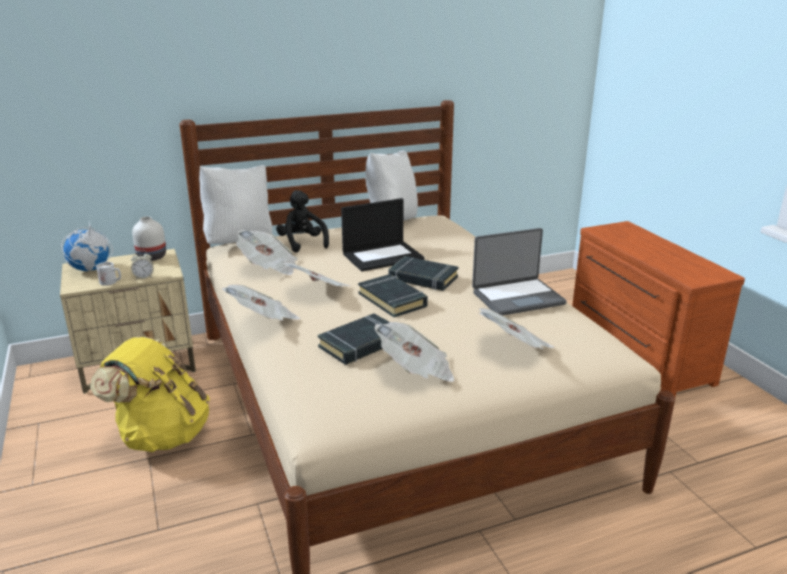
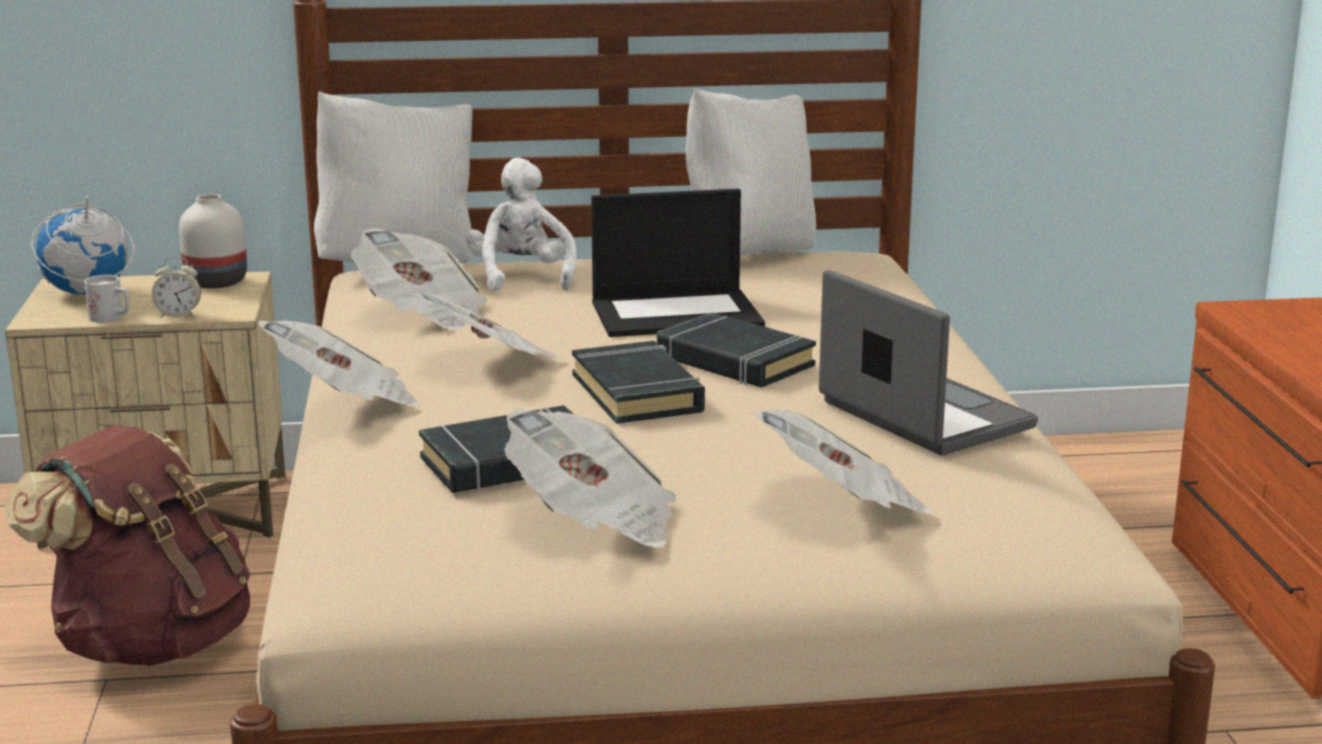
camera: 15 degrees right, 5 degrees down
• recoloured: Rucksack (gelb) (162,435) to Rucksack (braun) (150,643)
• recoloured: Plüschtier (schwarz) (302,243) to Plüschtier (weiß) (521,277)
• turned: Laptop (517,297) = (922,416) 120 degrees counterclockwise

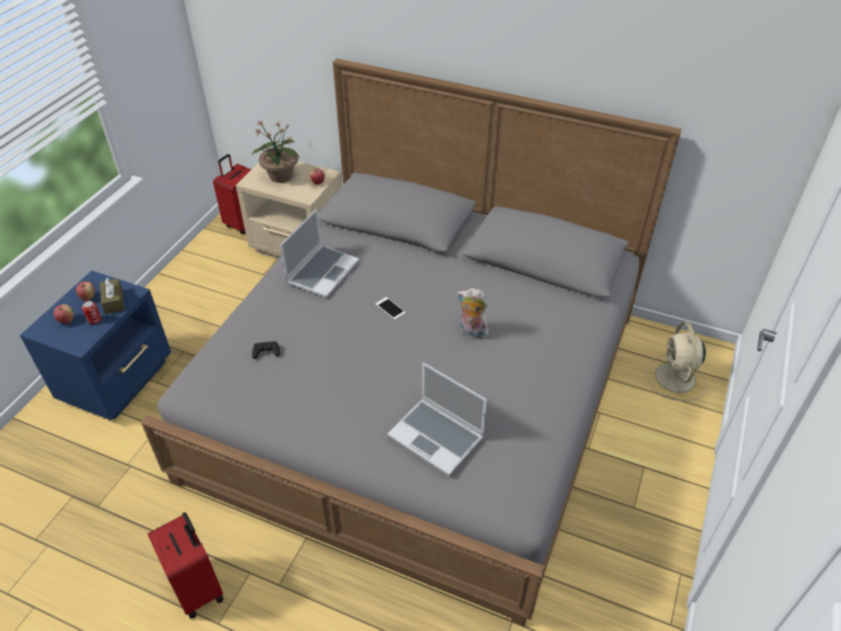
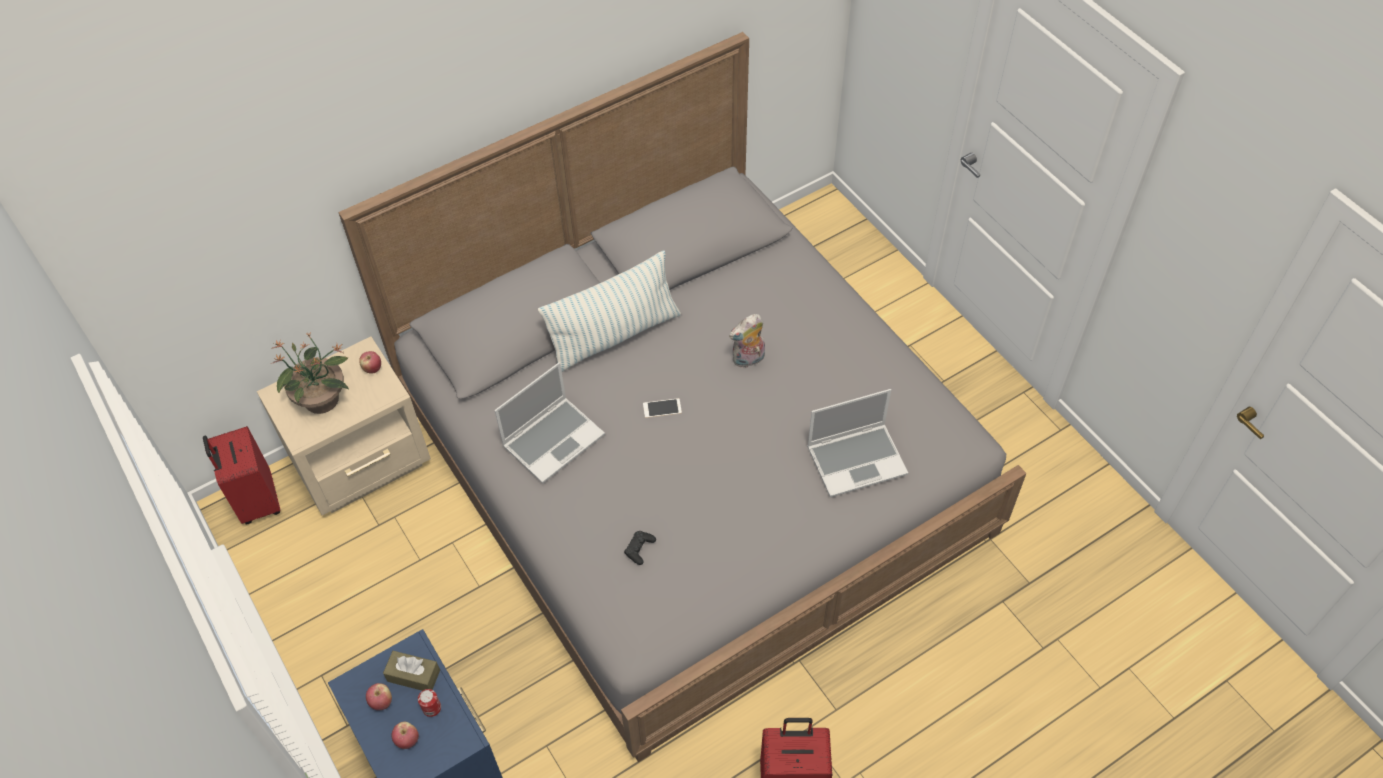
camera: 55 degrees left, 10 degrees up
• turned: Laptop (322,271) = (553,439) 75 degrees clockwise
• added: Kissen (614,336)
• removed: Ventilator (beige) (675,379)

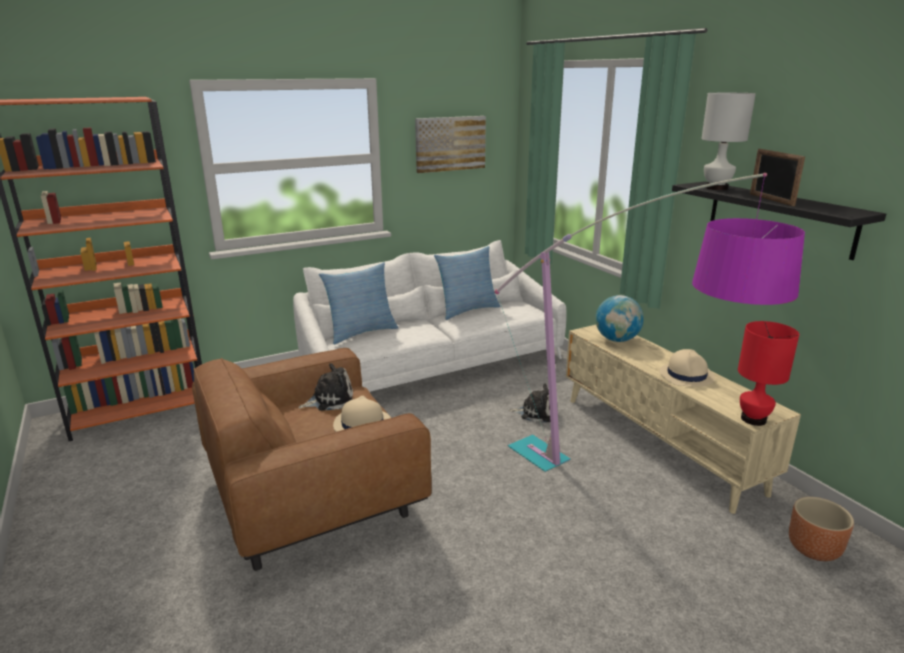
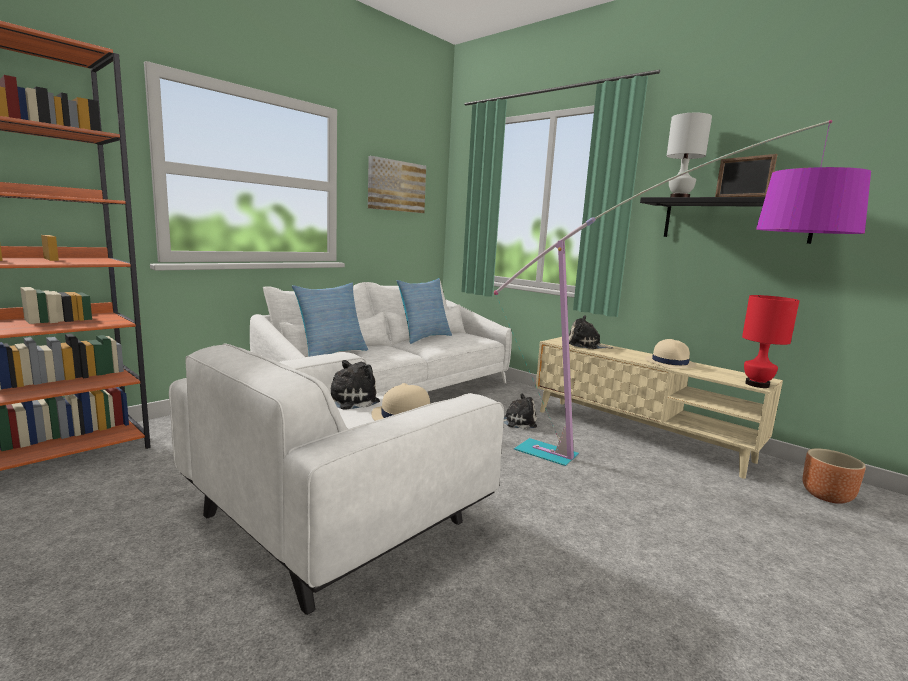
camera: 20 degrees left, 10 degrees down
• recoloured: Sessel (braun) (312,496) to Sessel (weiß) (335,518)
• replaced: Globus (617,340) to Plüschtier (586,345)

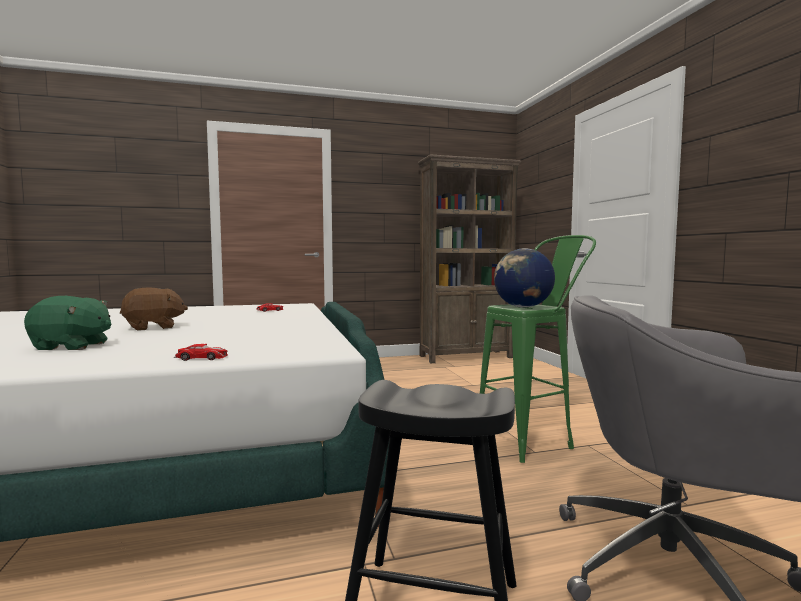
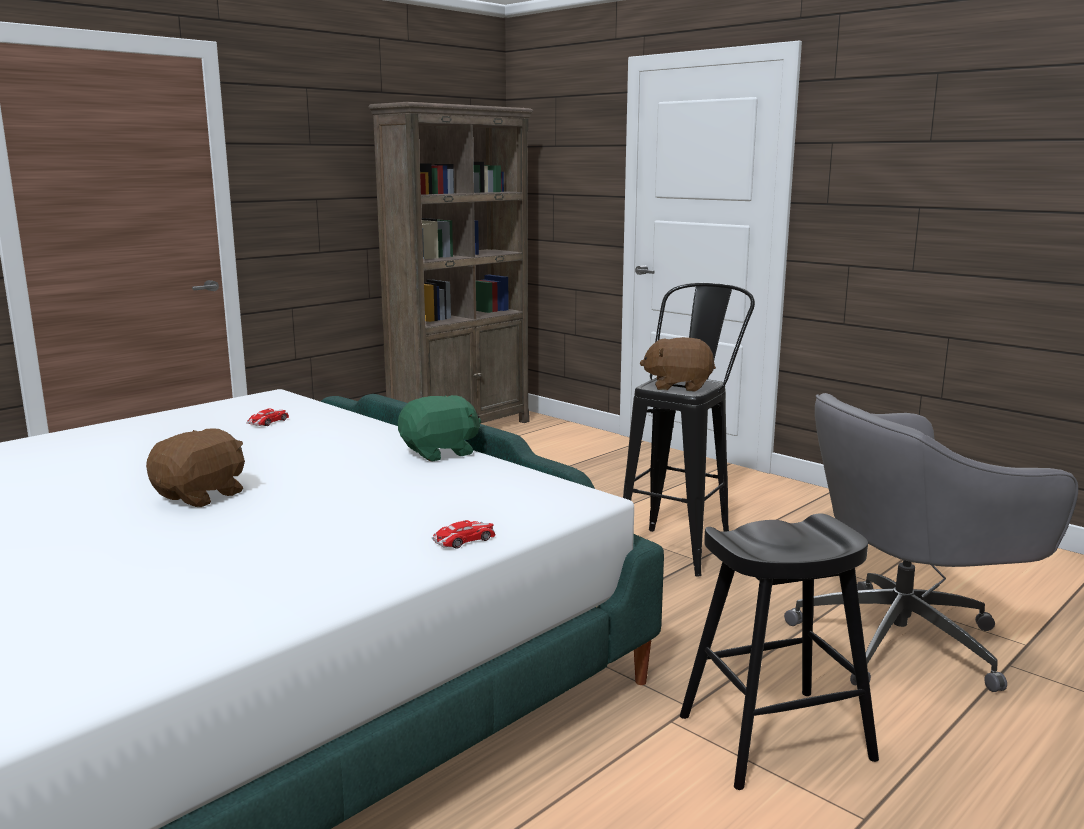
camera: 30 degrees left, 10 degrees up
• moved: Plüschtier (grün) (72,346) to (440,452)
• recoloured: Hocker (grün) (533,440) to Hocker (schwarz) (681,545)
• replaced: Globus (522,307) to Plüschtier (braun) (678,386)

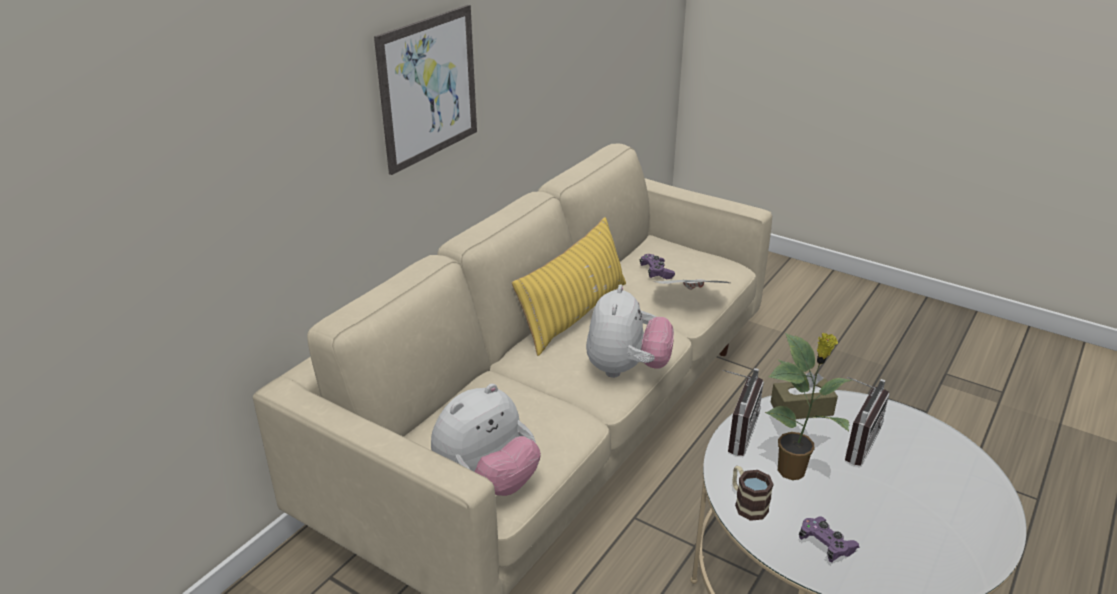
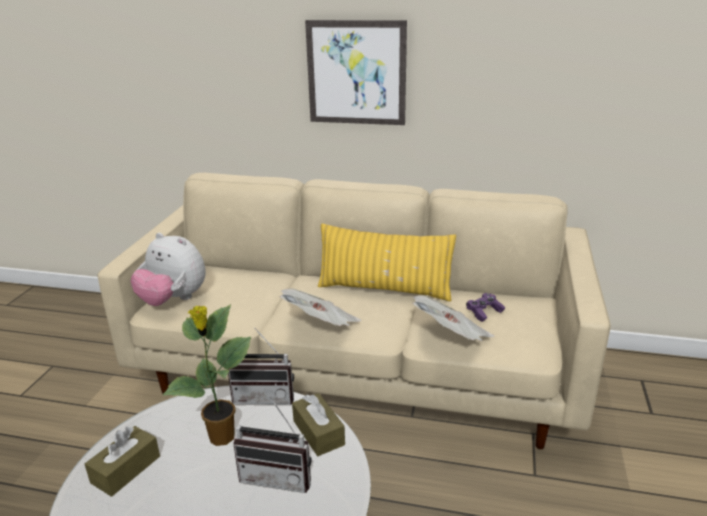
camera: 70 degrees right, 5 degrees down
• replaced: Gamepad (lila) (826,545) to Taschentuchbox (braun) (126,469)
• replaced: Plüschtier (626,369) to Zeitung (322,325)
• removed: Henkelbecher (747,503)

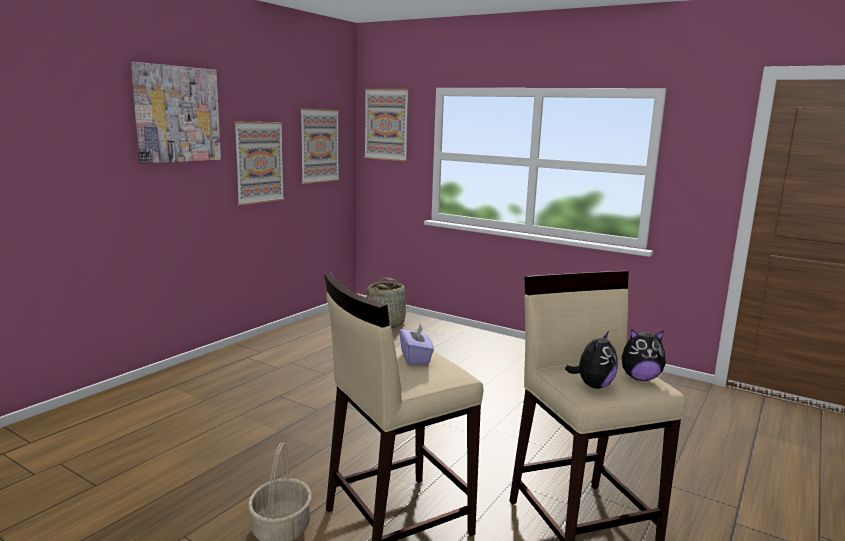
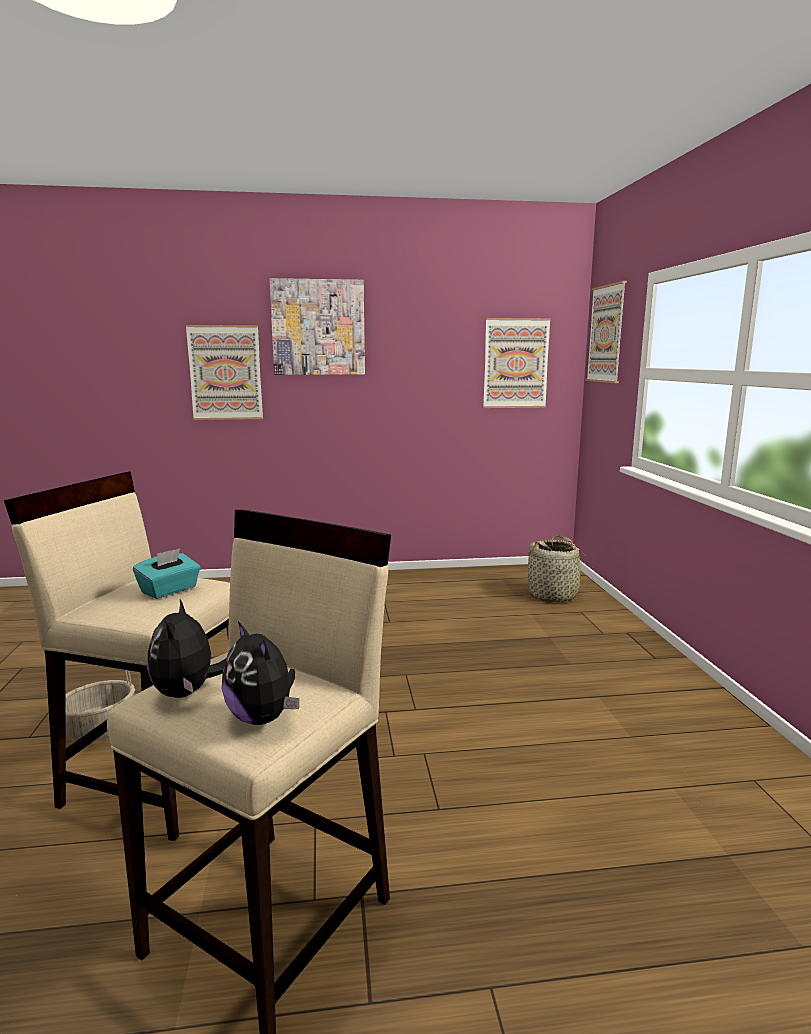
camera: 50 degrees right, 0 degrees up
• recoloured: Taschentuchbox (lila) (415,358) to Taschentuchbox (türkis) (169,590)
• turned: Plüschtier (593,385) = (188,693) 90 degrees clockwise
• moved: Bild (259,162) to (225,373)

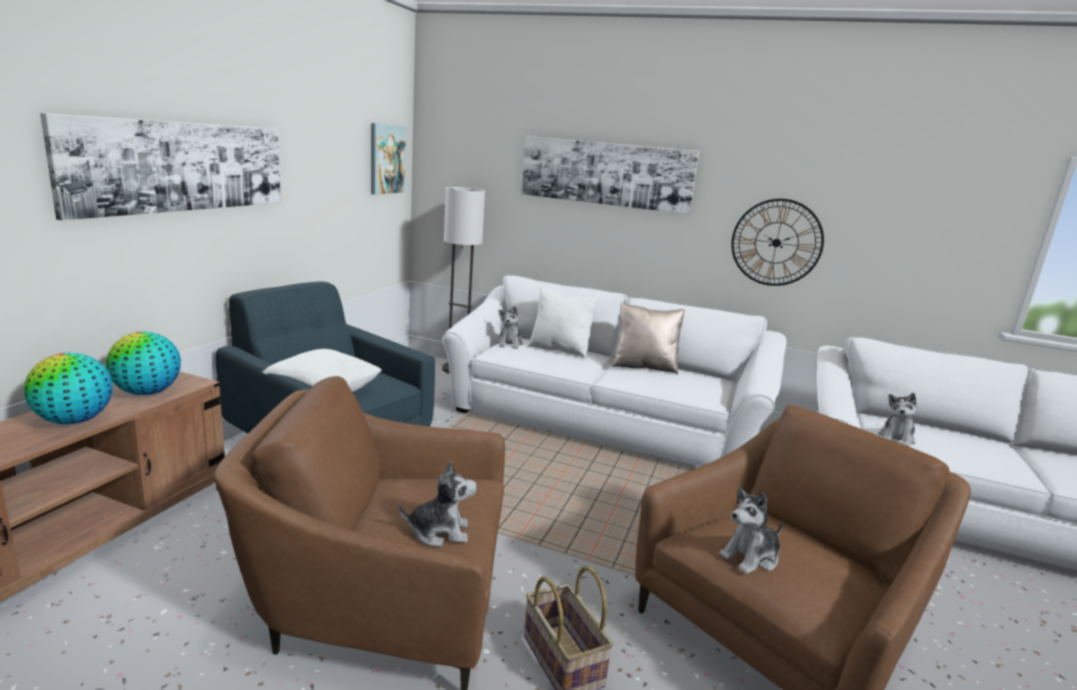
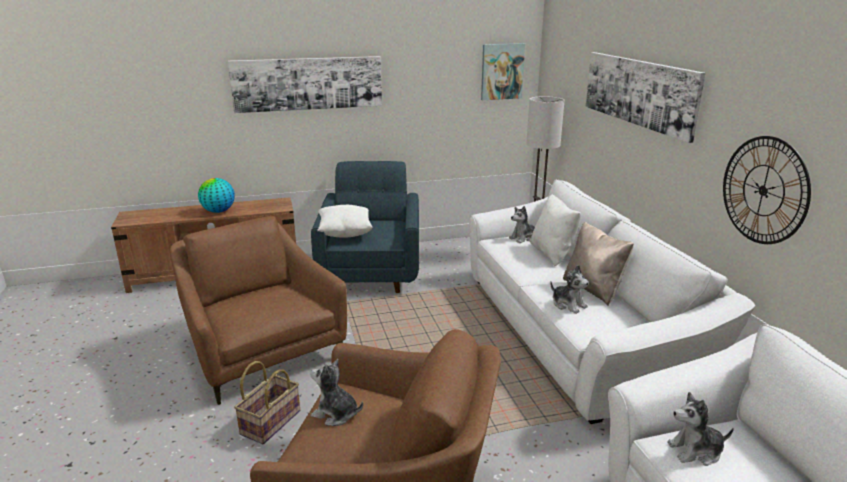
camera: 55 degrees right, 5 degrees up
• moved: Plüschtier (439,532) to (568,305)
• removed: Globus (147,392)

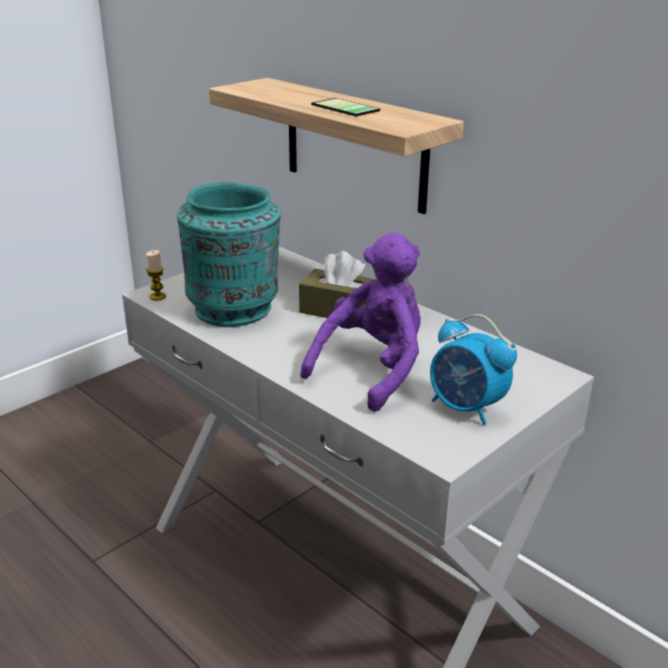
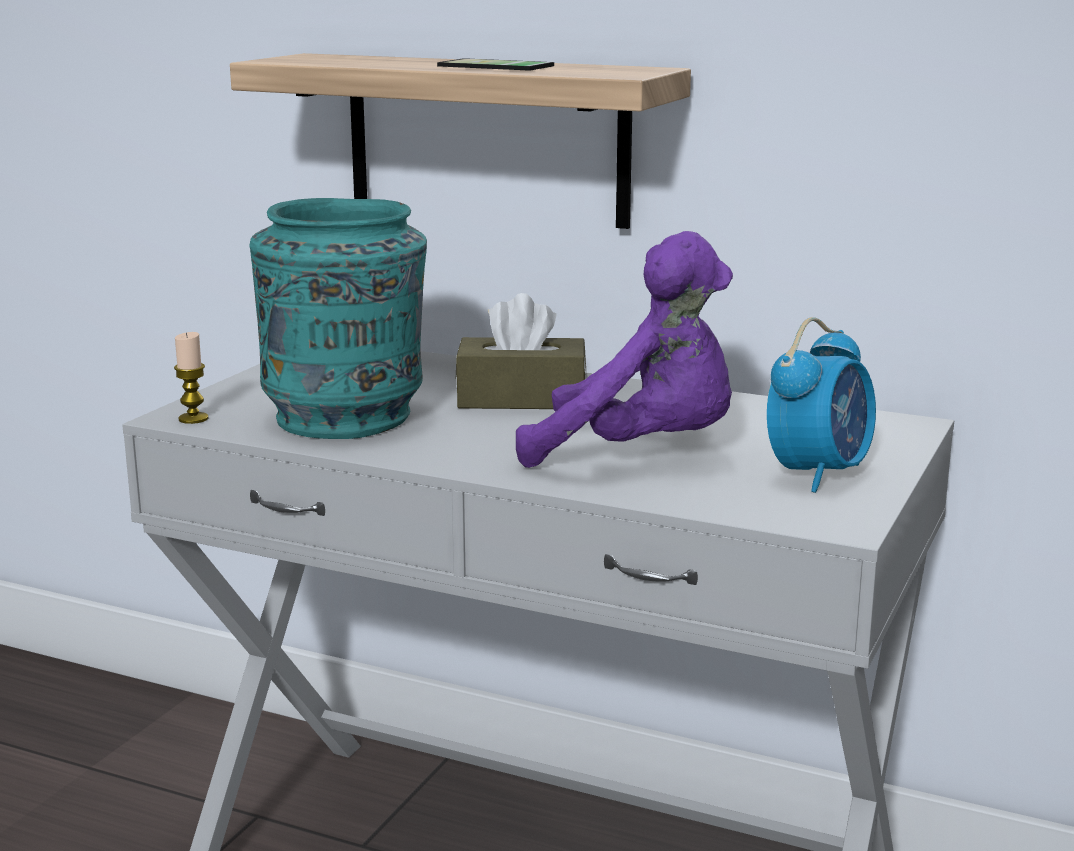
camera: 20 degrees left, 10 degrees down
• turned: Plüschtier (lila) (373,369) = (641,453) 90 degrees clockwise
• turned: Wecker (466,408) = (819,474) 75 degrees counterclockwise

